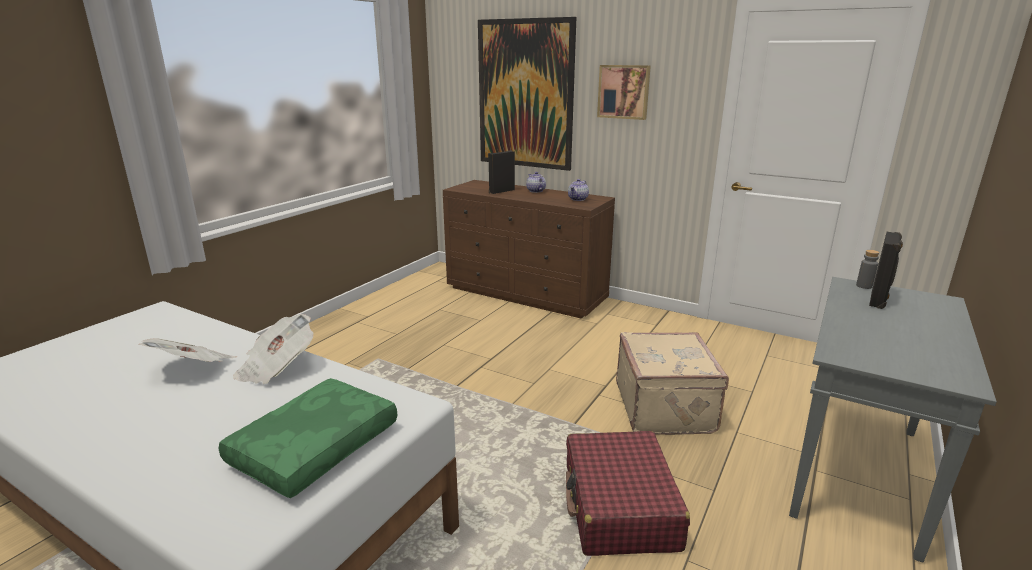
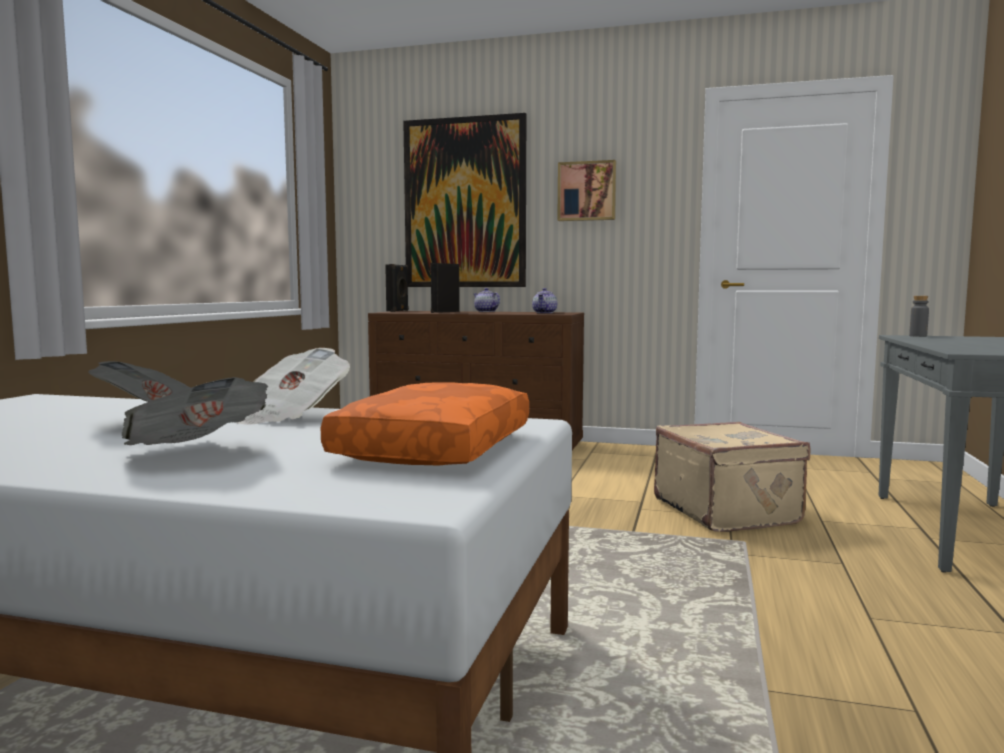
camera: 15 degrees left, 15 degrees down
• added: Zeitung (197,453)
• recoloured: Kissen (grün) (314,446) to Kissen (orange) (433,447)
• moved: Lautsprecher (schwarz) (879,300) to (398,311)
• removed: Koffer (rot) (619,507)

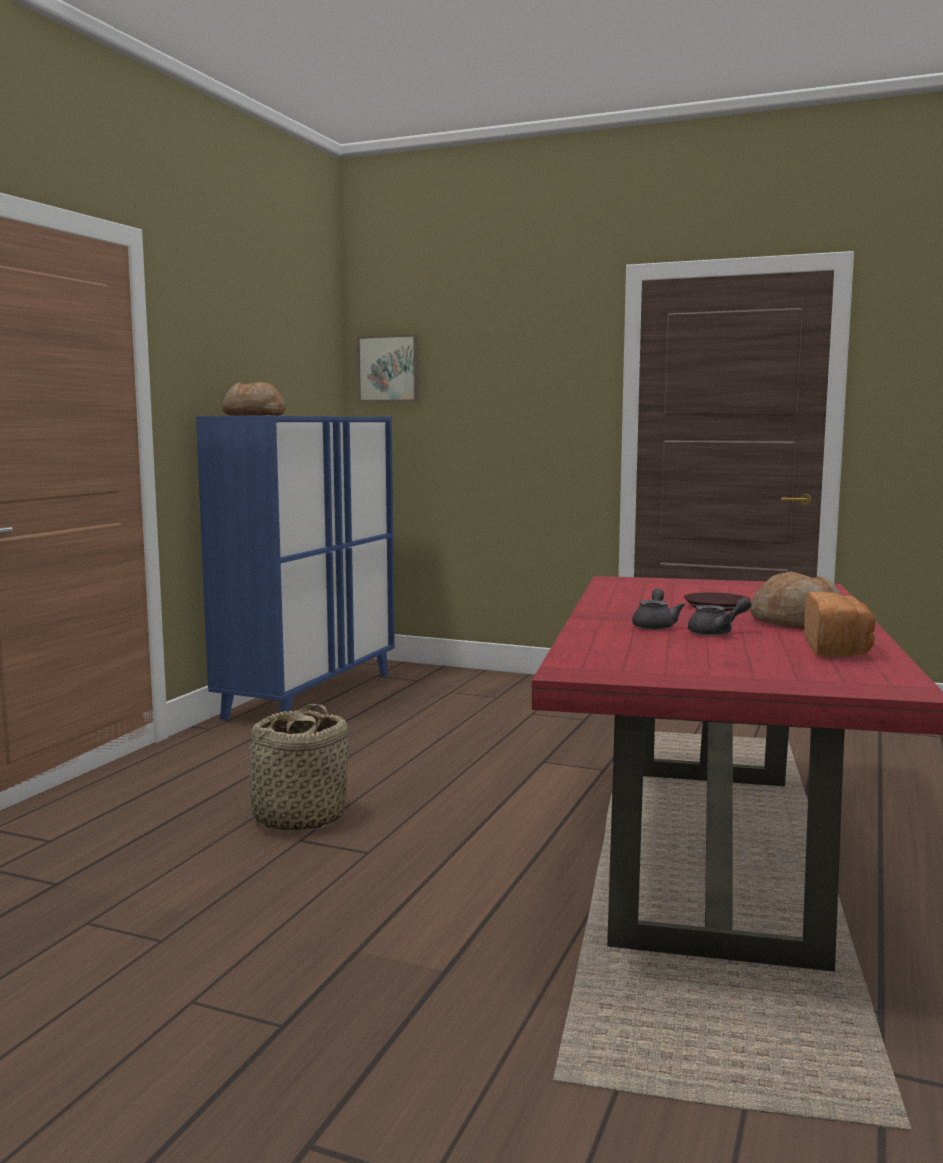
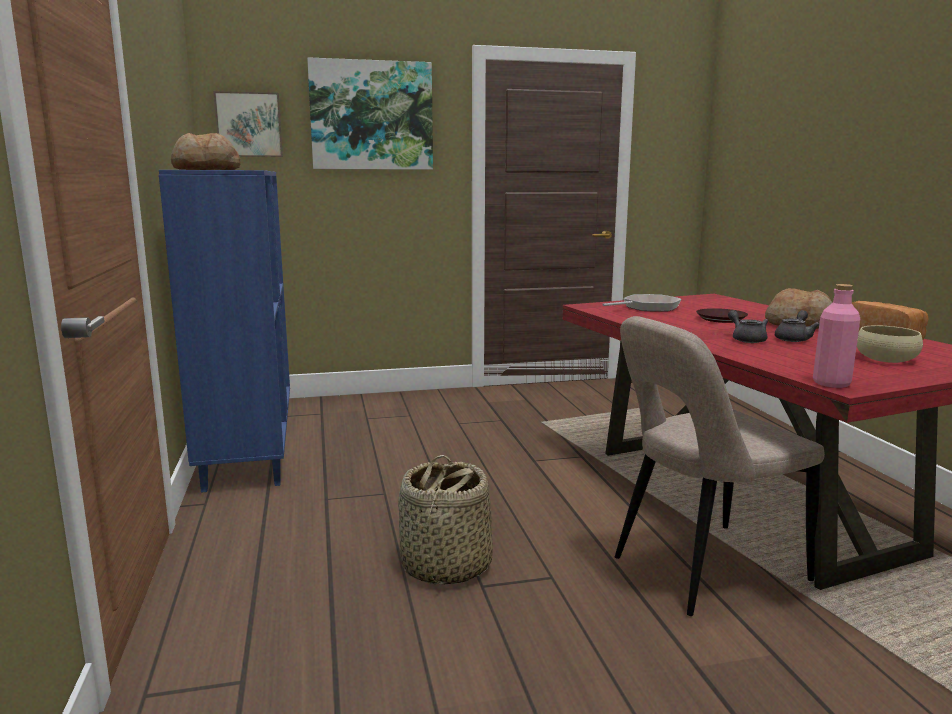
camera: 35 degrees left, 5 degrees up
• added: Bild (371,116)
• added: Pfanne (647,307)
• added: Stuhl (beige) (702,570)
• added: Flasche (rosa) (831,383)
• added: Schüssel (beige) (886,359)

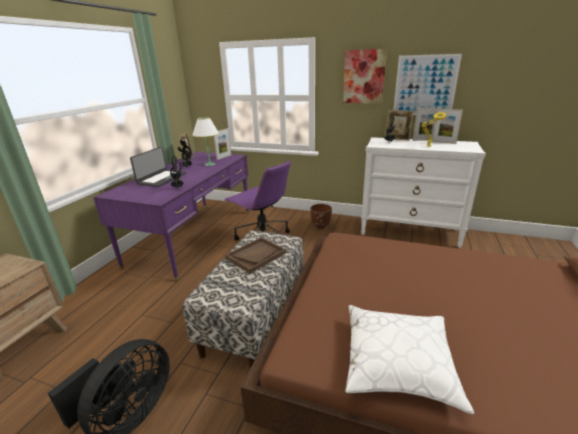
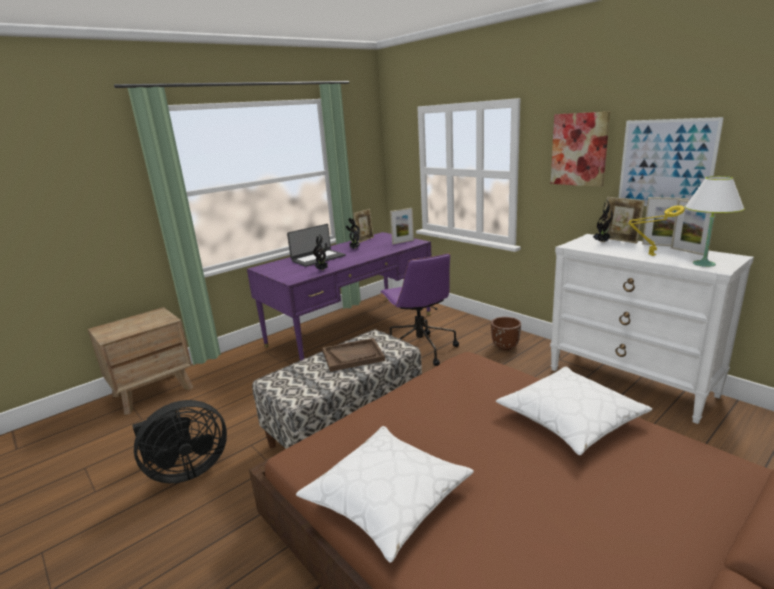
camera: 30 degrees right, 5 degrees down
• added: Kissen (weiß) (570,418)
• moved: Tischlampe (weiß) (209,164) to (703,264)

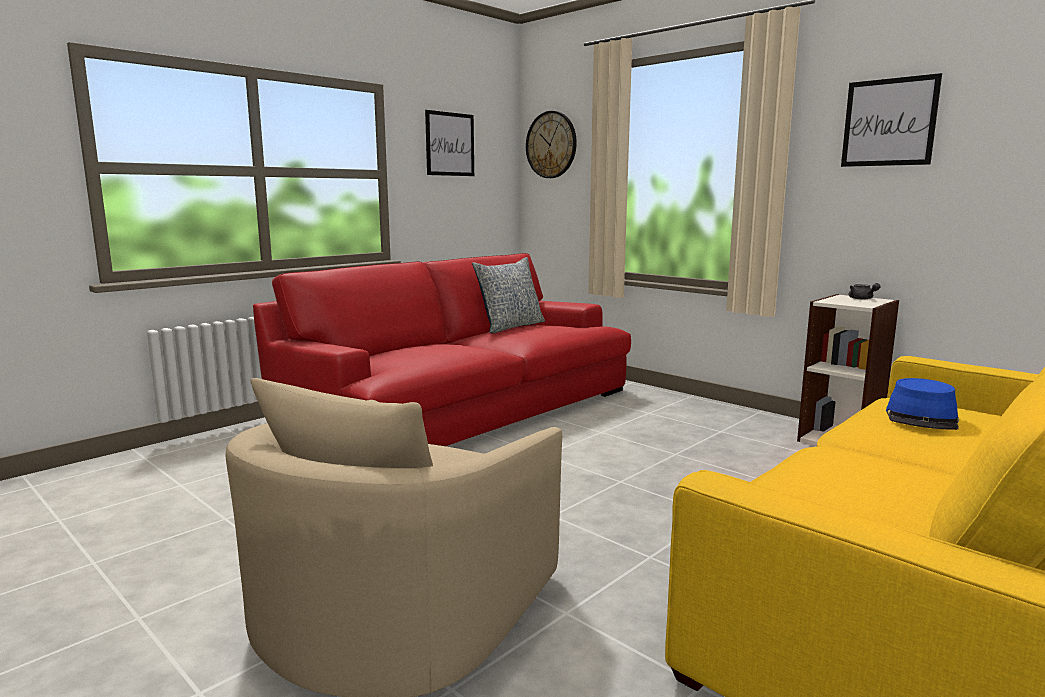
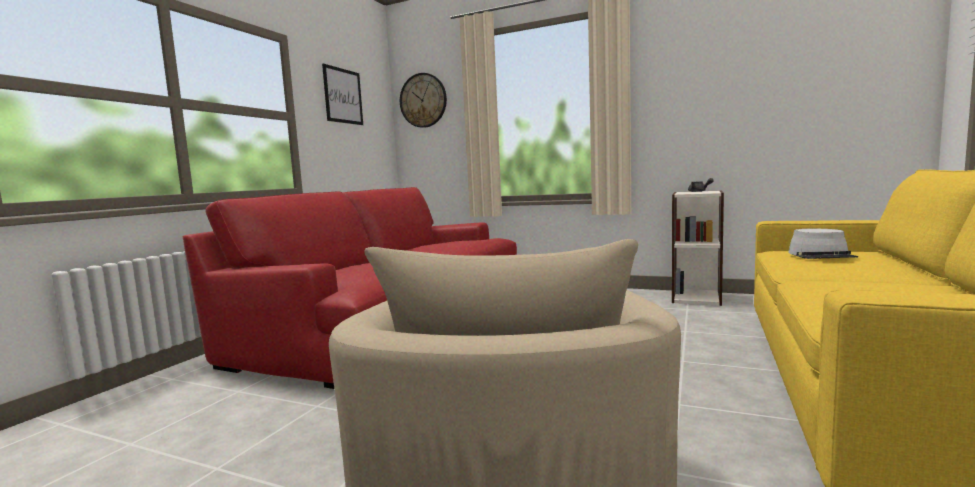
camera: 20 degrees left, 5 degrees down
• recoloured: Hut (blau) (922,418) to Hut (grau) (821,255)
• removed: Kissen (510,326)
• removed: Bild (889,122)

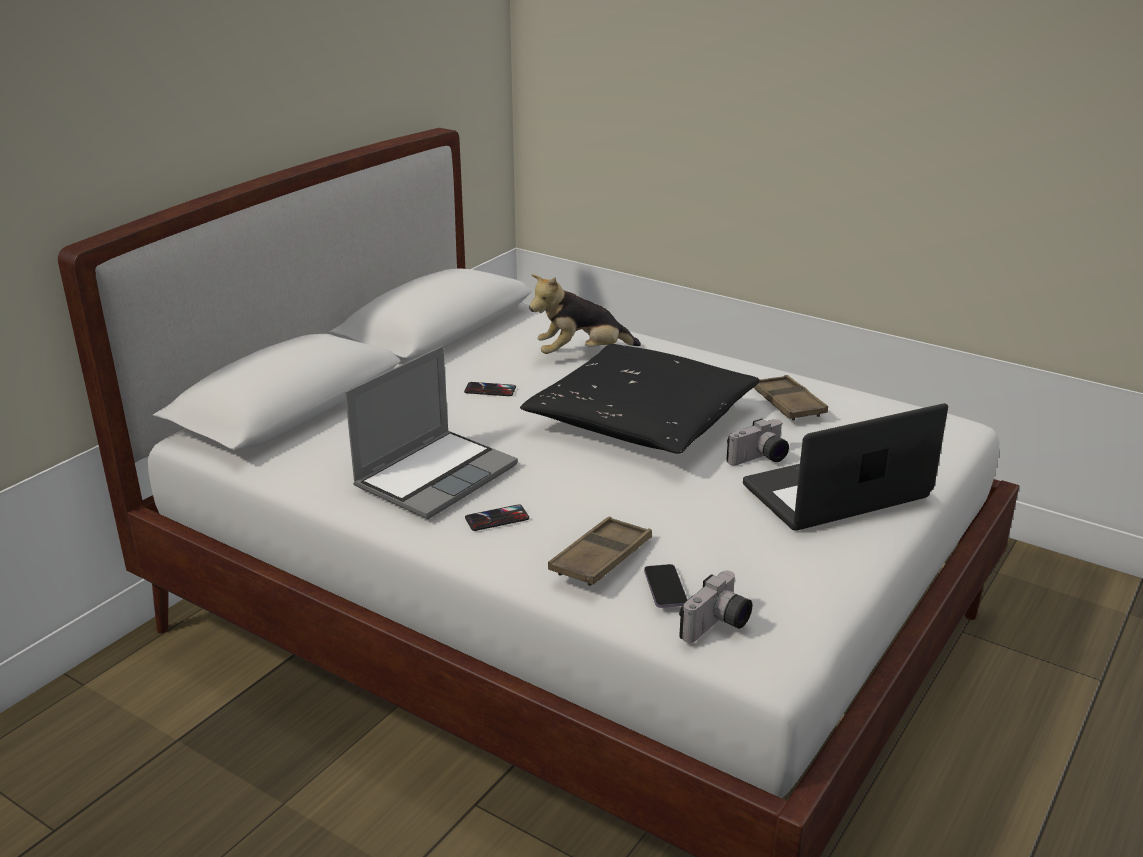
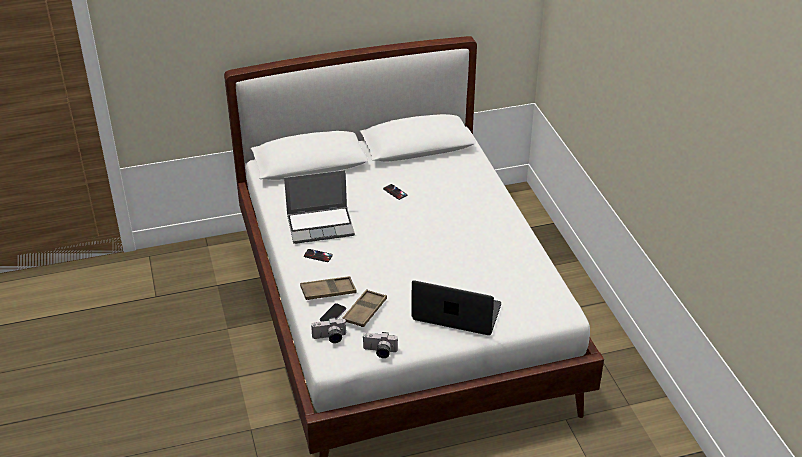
camera: 40 degrees right, 10 degrees up
• moved: Tablett (braun) (787,403) to (365,311)
• moved: Kamera (760,459) to (379,352)
• removed: Kissen (schwarz) (641,421)
• removed: Plüschtier (581,354)

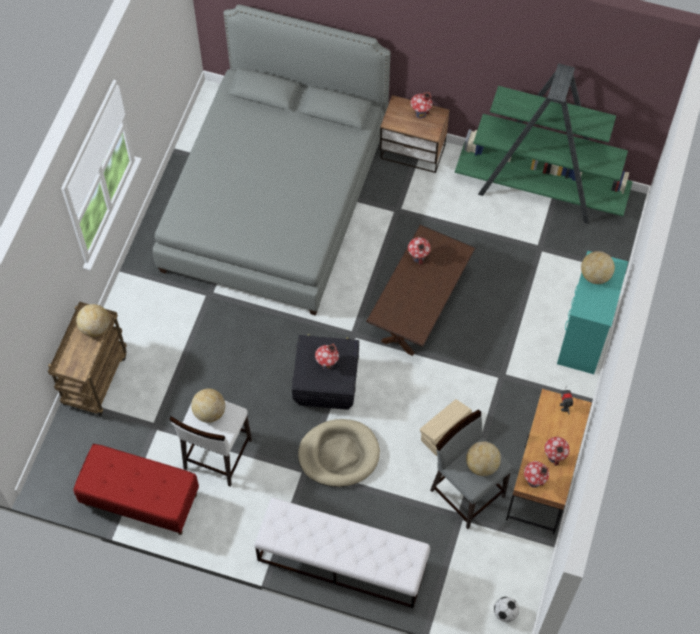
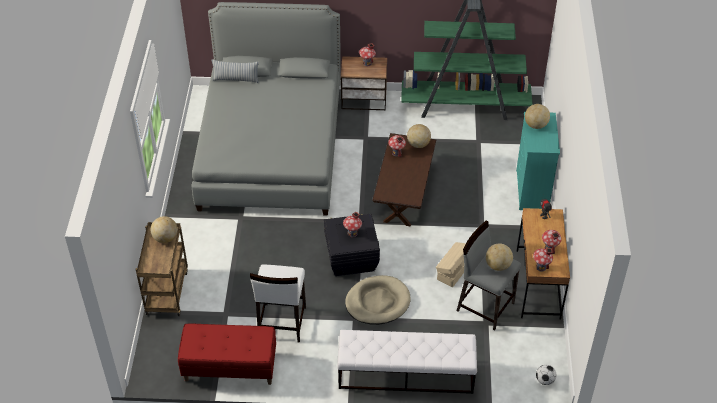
camera: 15 degrees left, 15 degrees down
• added: Kissen (236,79)
• moved: Globus (209,412) to (418,144)

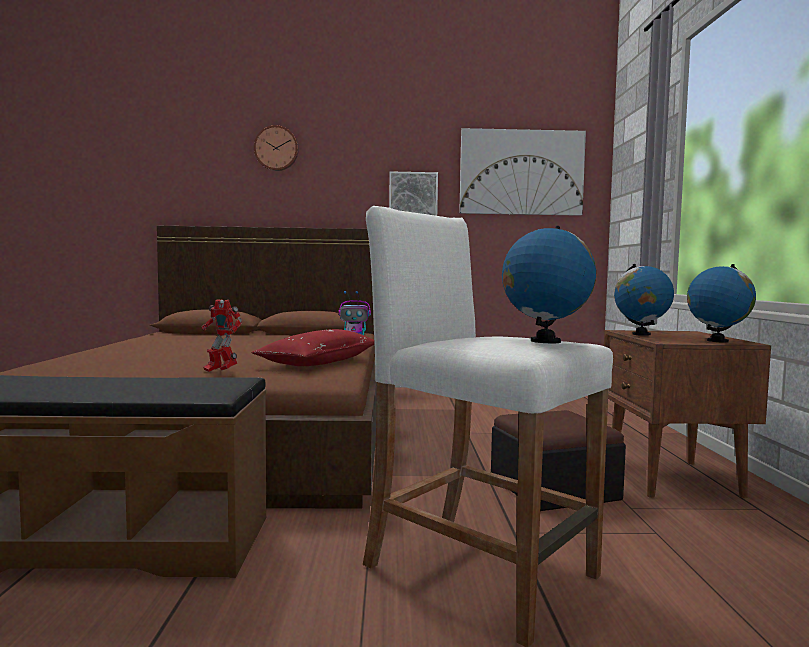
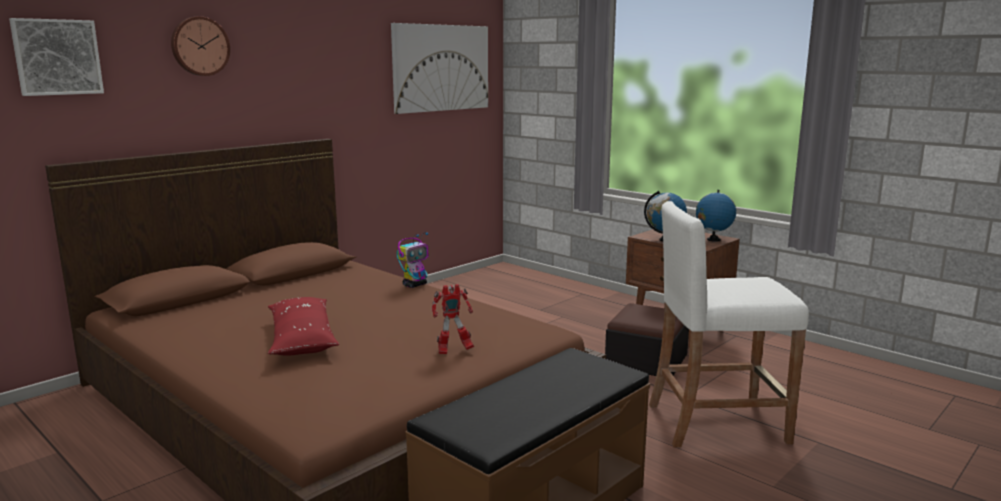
camera: 45 degrees left, 10 degrees up
• moved: Bild (413,197) to (57,57)
• moved: Kissen (rot) (320,362) to (301,339)
• removed: Globus (545,341)

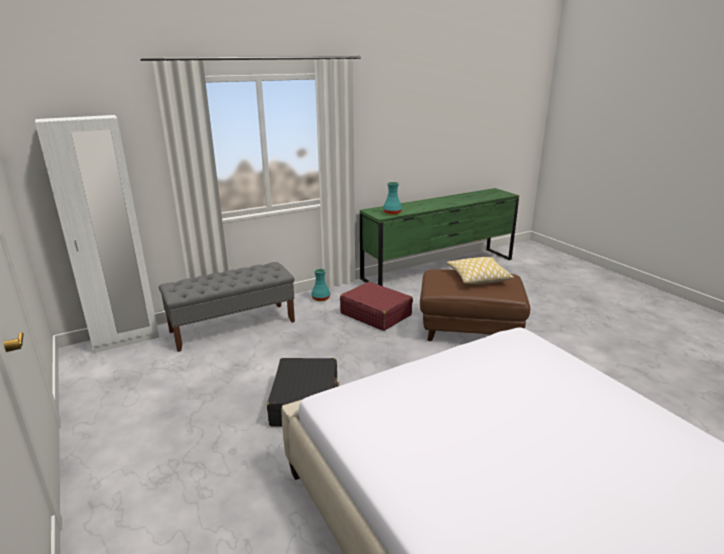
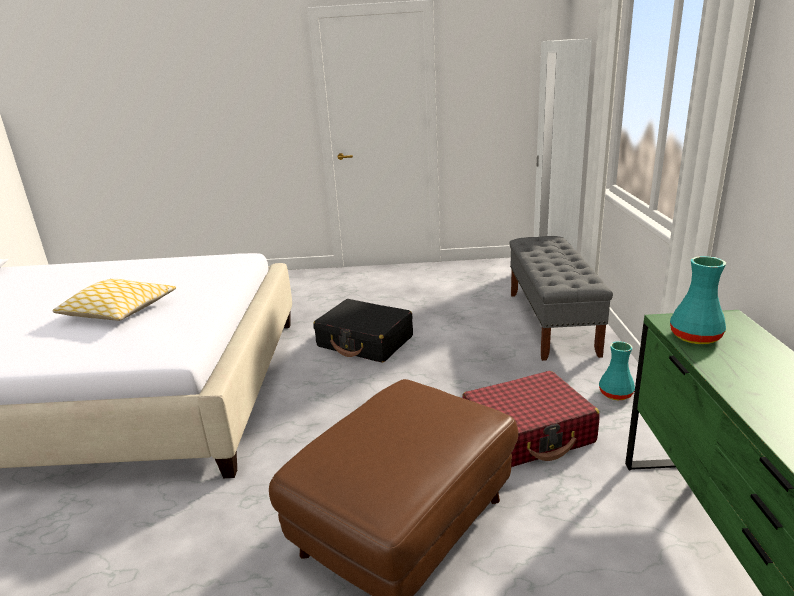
camera: 120 degrees right, 0 degrees up
• moved: Kissen (478,277) to (120,311)

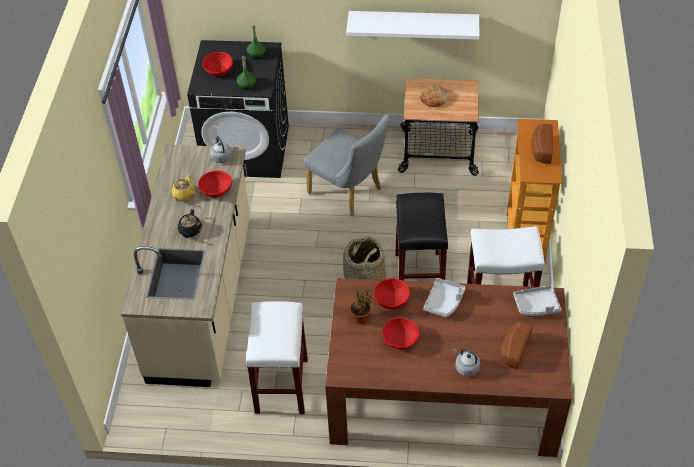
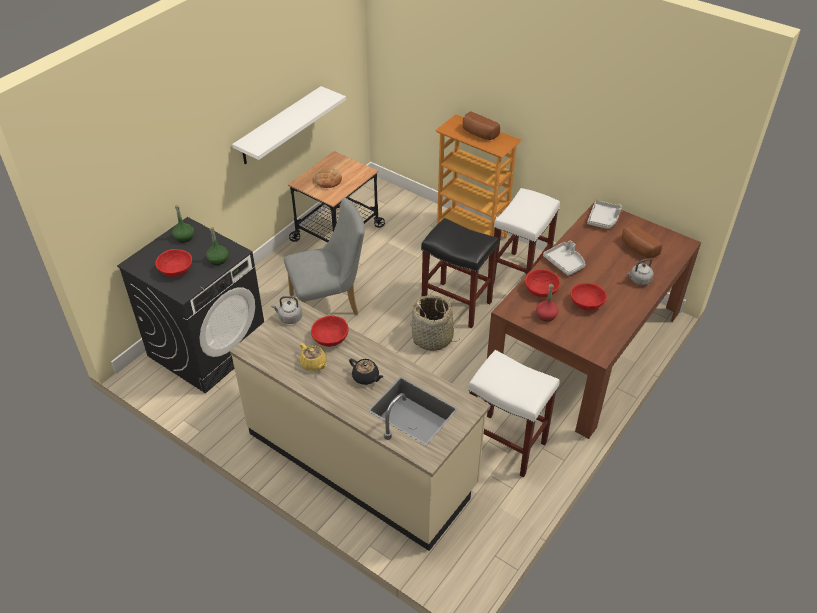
camera: 60 degrees left, 5 degrees down
• replaced: Topfpflanze (361,317) to Flasche (rot) (546,315)

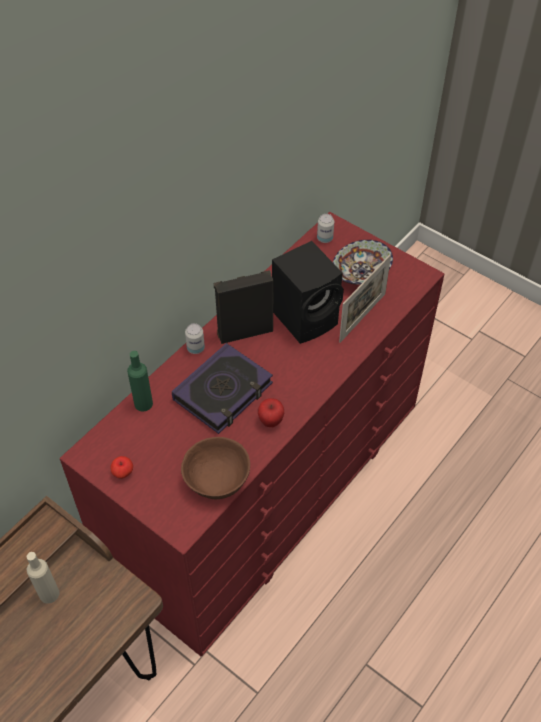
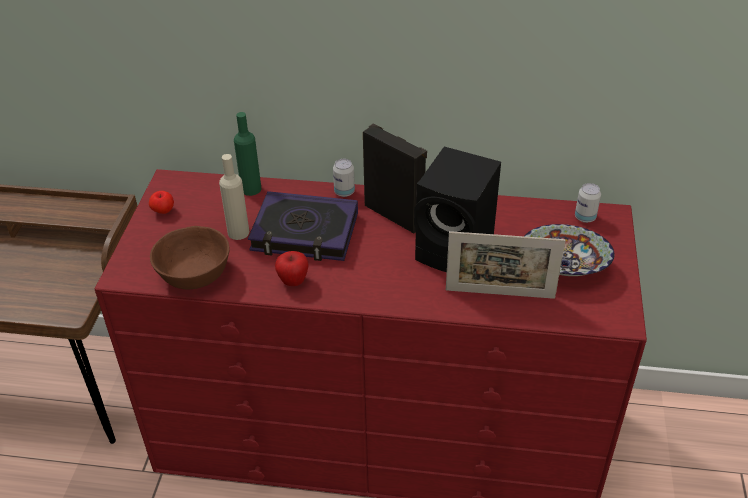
camera: 60 degrees right, 10 degrees down
• moved: Flasche (beige) (49,594) to (238,232)

